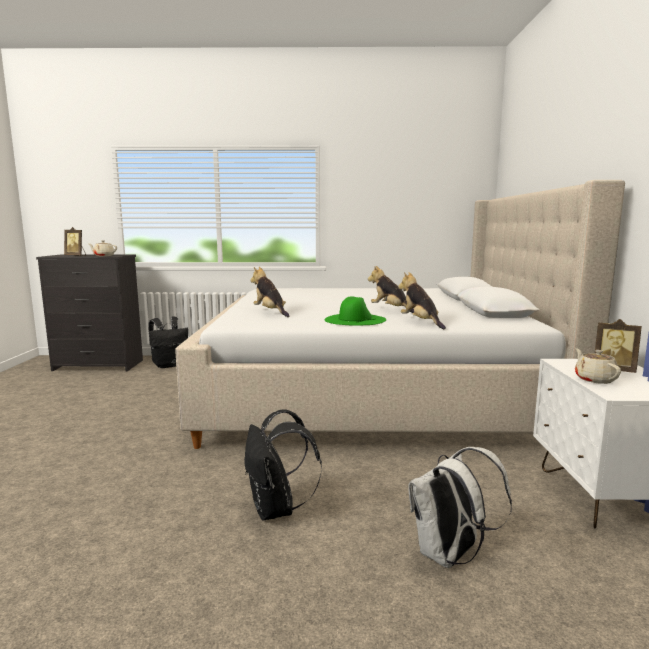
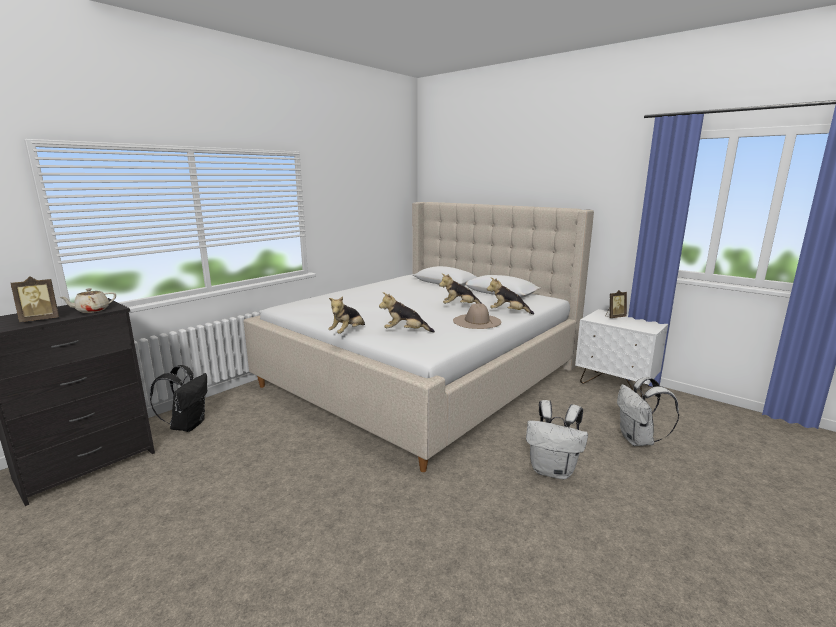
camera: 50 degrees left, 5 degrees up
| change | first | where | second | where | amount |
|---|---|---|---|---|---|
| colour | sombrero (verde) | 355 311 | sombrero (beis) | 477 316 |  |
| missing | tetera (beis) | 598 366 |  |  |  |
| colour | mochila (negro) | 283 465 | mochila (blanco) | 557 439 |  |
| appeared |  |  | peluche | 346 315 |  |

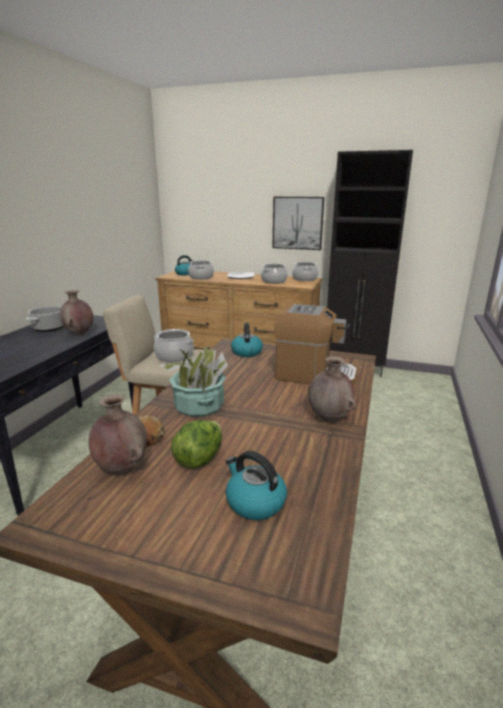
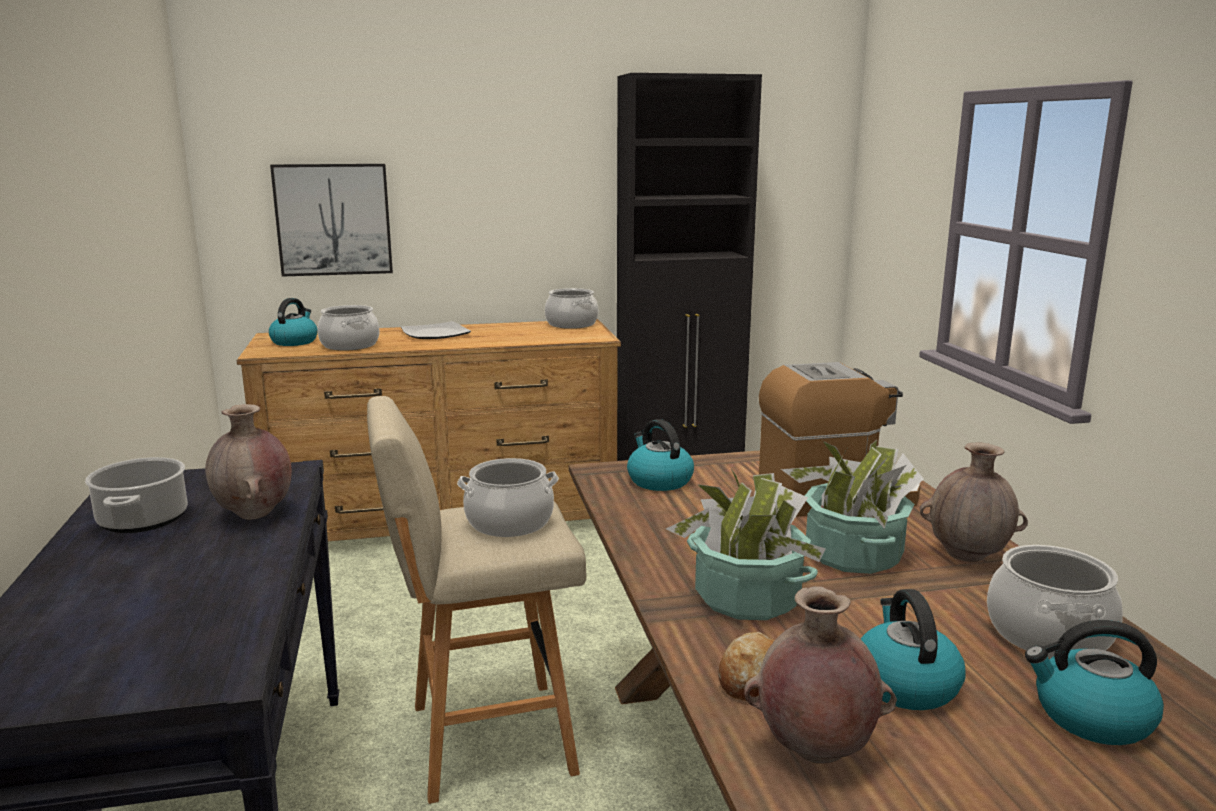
camera: 30 degrees left, 5 degrees down
| change | first | where | second | where | amount |
|---|---|---|---|---|---|
| relocated | cuadro | 298 223 |  | 331 220 |  |
| relocated | olla | 274 273 |  | 1055 601 |  |
| exchanged | lechuga | 196 444 | hervidor | 913 649 |  |
| appeared |  |  | planta en maceta | 852 507 |  |

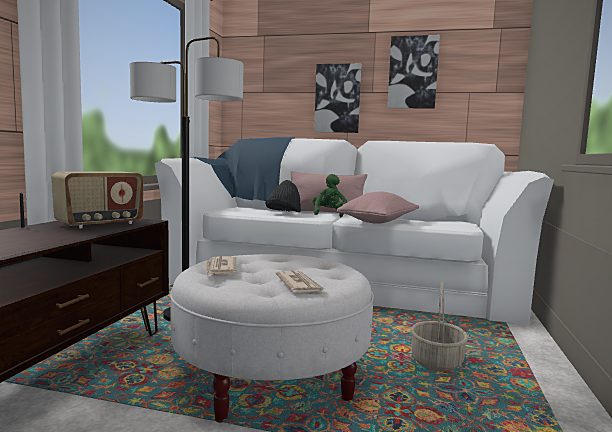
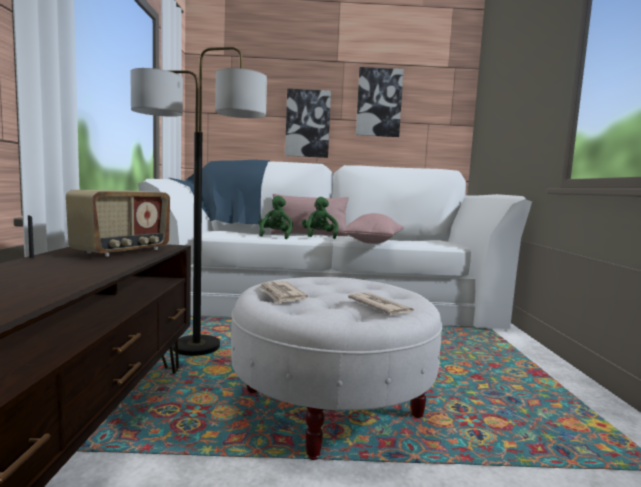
camera: 15 degrees left, 0 degrees up
| change | first | where | second | where | amount |
|---|---|---|---|---|---|
| exchanged | sombrero (negro) | 283 196 | peluche (verde) | 276 217 |  |
| missing | cesta | 439 326 |  |  |  |

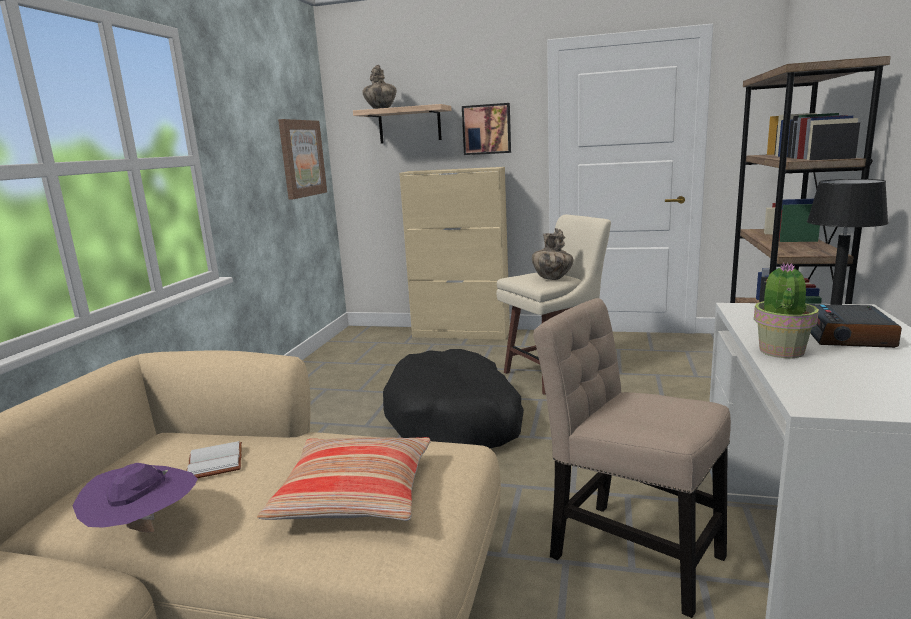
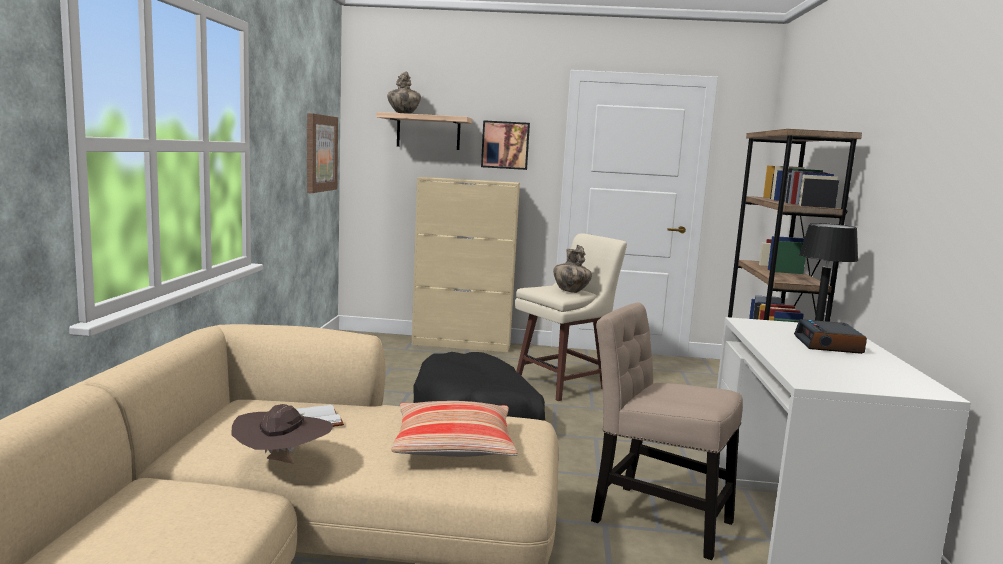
camera: 10 degrees left, 5 degrees down
| change | first | where | second | where | amount |
|---|---|---|---|---|---|
| missing | planta en maceta | 786 310 |  |  |  |
| colour | sombrero (morado) | 135 498 | sombrero (marrón) | 282 434 |  |

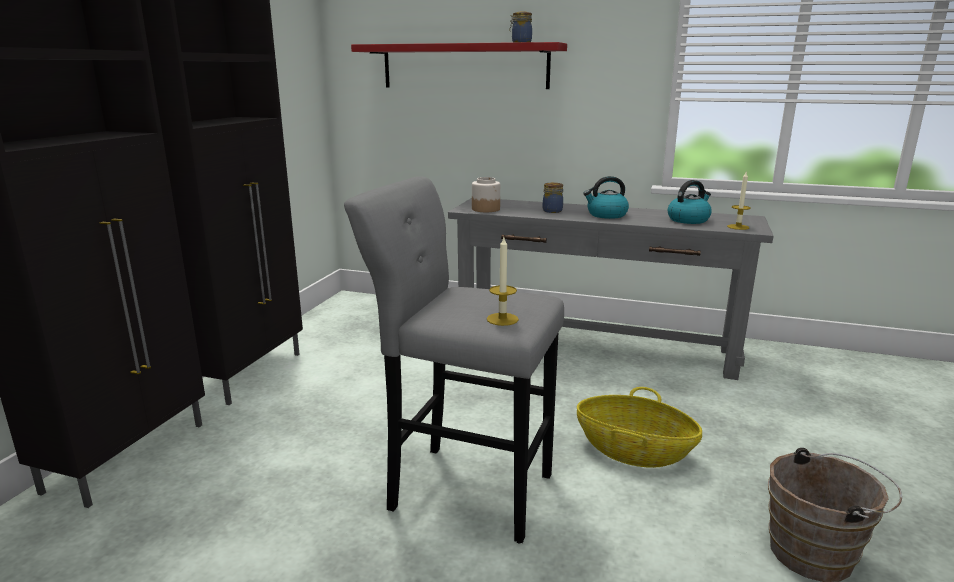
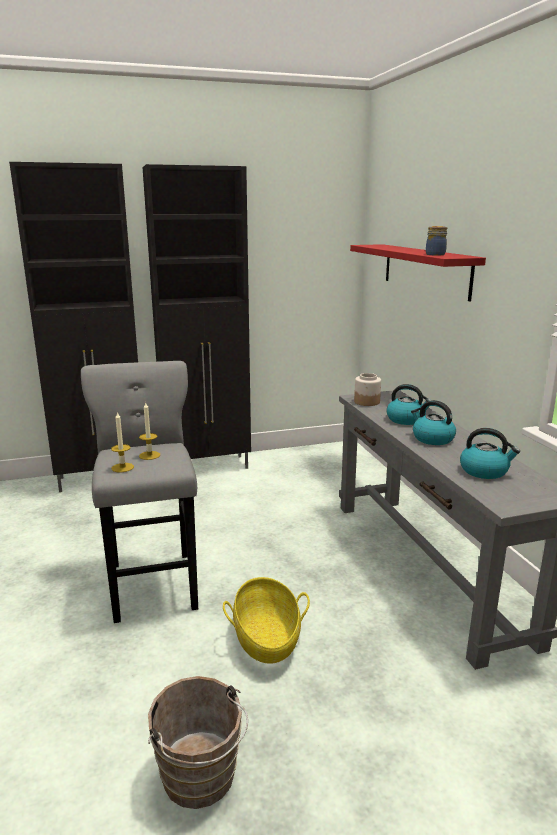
camera: 55 degrees right, 0 degrees up
| change | first | where | second | where | amount |
|---|---|---|---|---|---|
| relocated | vela | 739 201 |  | 149 431 |  |
| exchanged | tarro | 553 197 | hervidor | 409 404 |  |

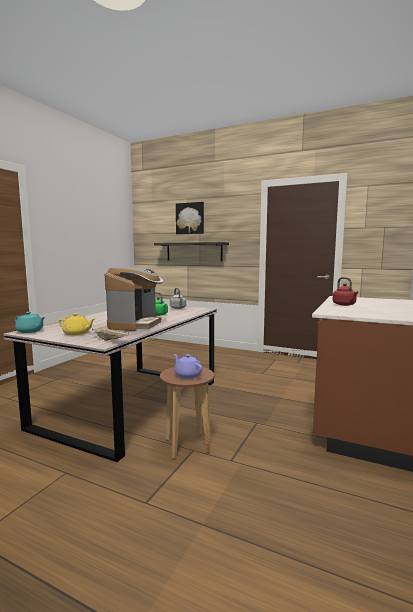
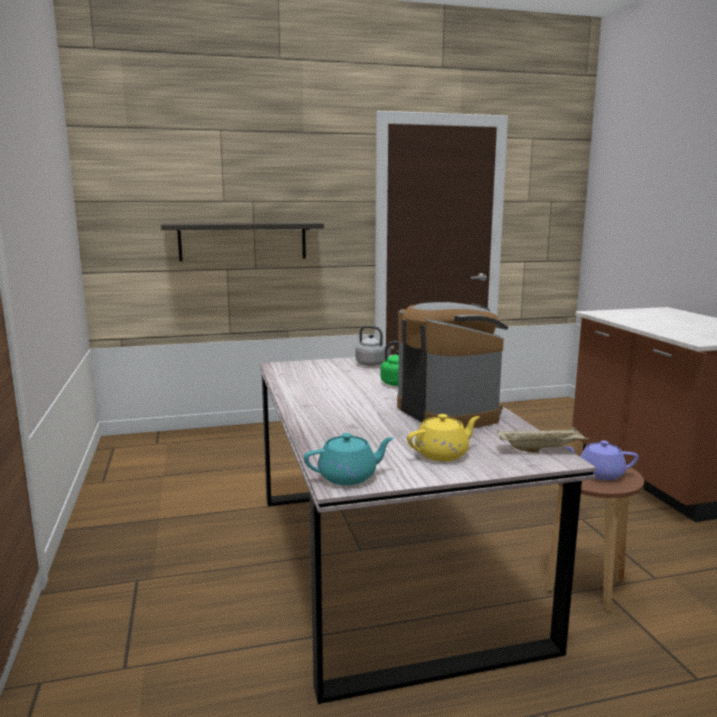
camera: 40 degrees left, 5 degrees up
| change | first | where | second | where | amount |
|---|---|---|---|---|---|
| missing | cuadro | 190 218 |  |  |  |
| missing | hervidor (rojo) | 345 291 |  |  |  |

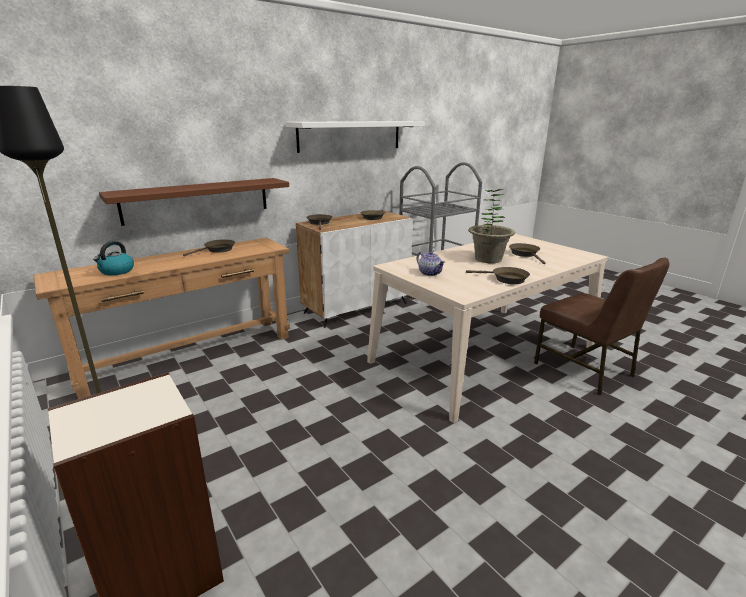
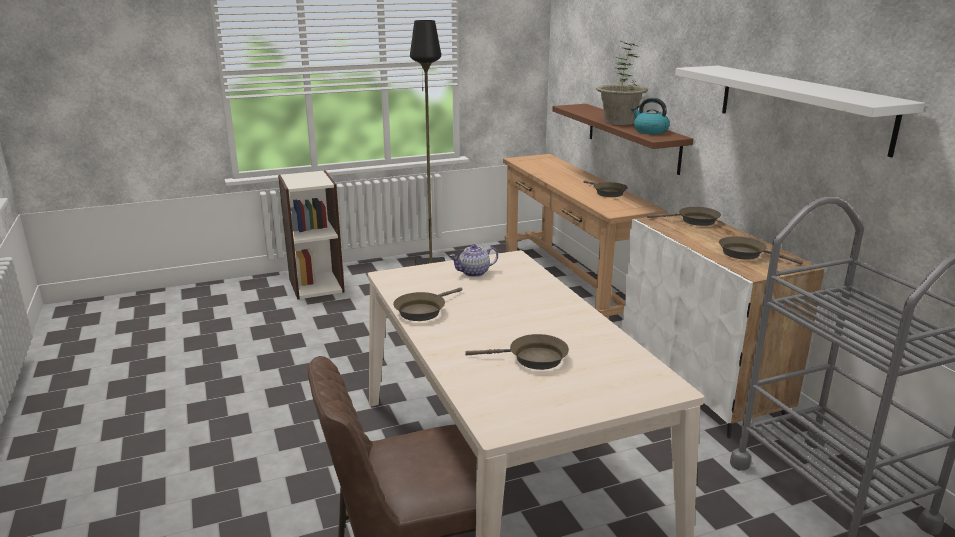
camera: 105 degrees right, 0 degrees up
| change | first | where | second | where | amount |
|---|---|---|---|---|---|
| relocated | planta en maceta | 491 226 |  | 622 83 |  |
| relocated | hervidor | 113 258 |  | 651 116 |  |

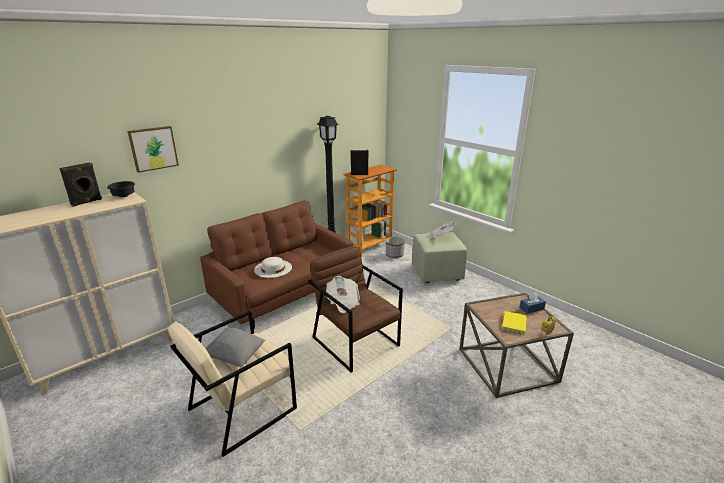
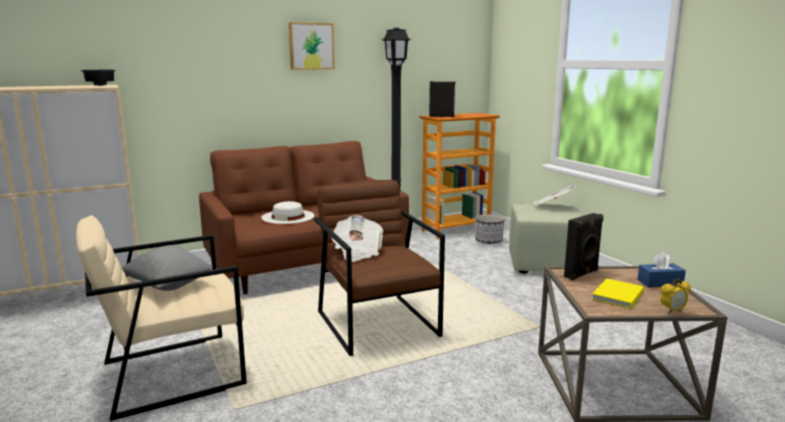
camera: 15 degrees right, 10 degrees down
| change | first | where | second | where | amount |
|---|---|---|---|---|---|
| relocated | cuadro | 153 149 |  | 312 46 |  |
| relocated | altavoz (negro) | 80 185 |  | 583 246 |  |

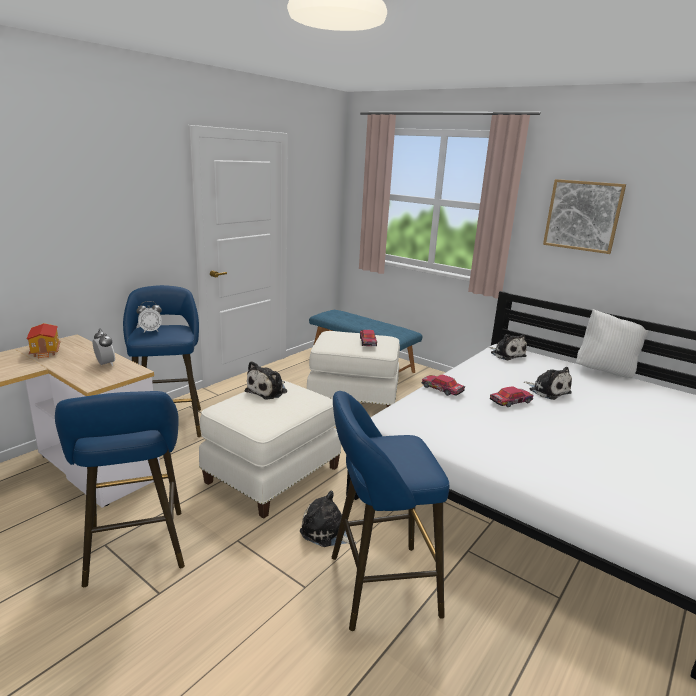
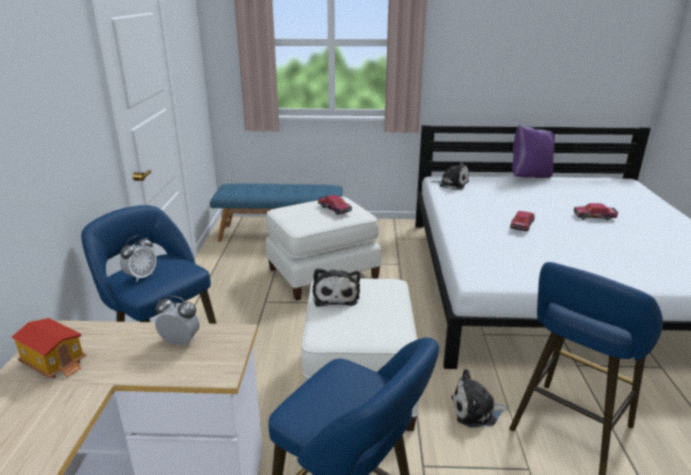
camera: 35 degrees left, 5 degrees up
| change | first | where | second | where | amount |
|---|---|---|---|---|---|
| missing | cuadro | 584 216 |  |  |  |
| colour | cojín (blanco) | 612 343 | cojín (morado) | 533 151 |  |
| missing | peluche | 548 383 |  |  |  |
| relocated | coche de juguete | 443 385 |  | 596 211 |  |

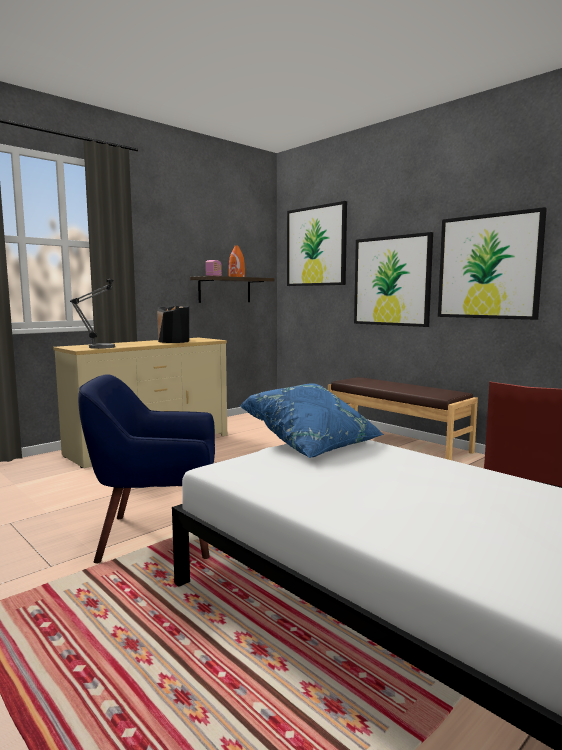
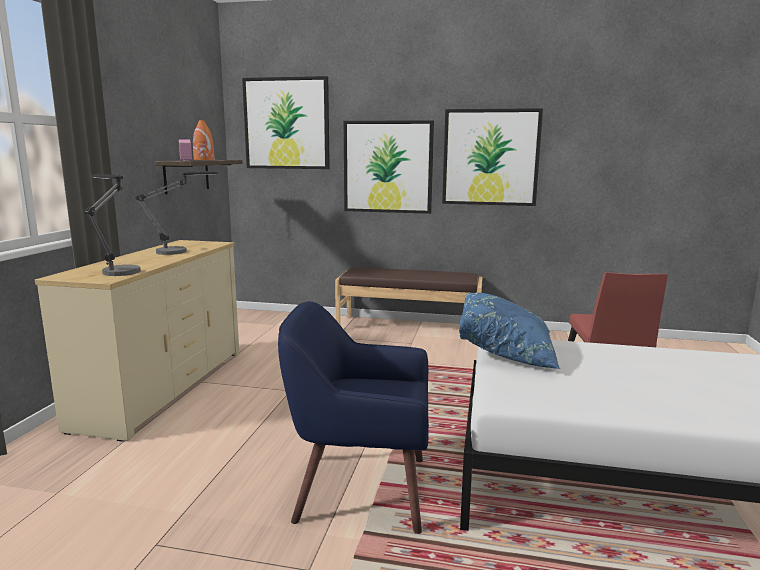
camera: 35 degrees left, 5 degrees up
| change | first | where | second | where | amount |
|---|---|---|---|---|---|
| exchanged | florero (negro) | 173 324 | lámpara de mesa | 176 213 |  |
| spun | sillón (azul) | 146 468 |  | 353 417 | 45 degrees clockwise |

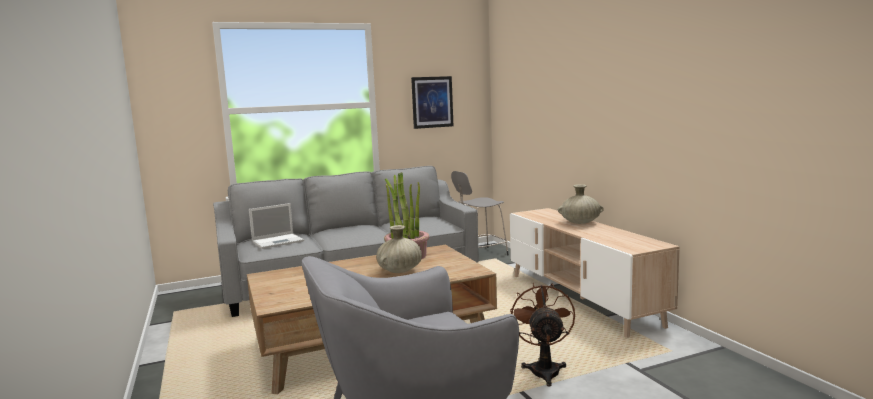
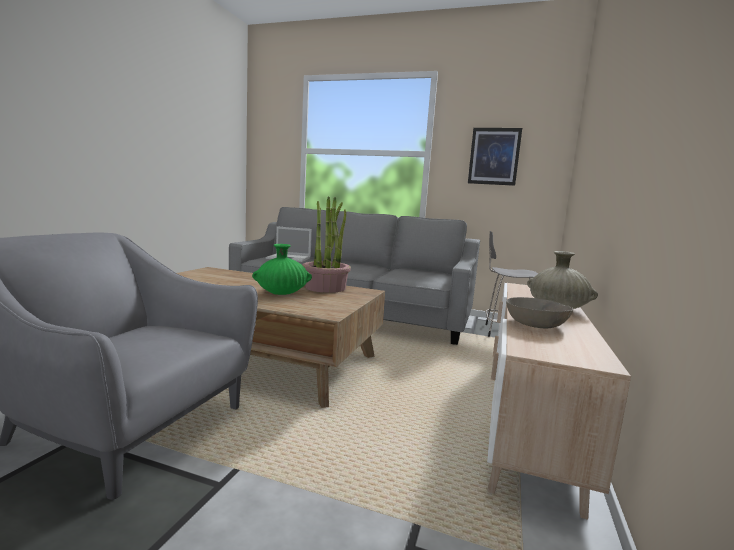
camera: 40 degrees right, 0 degrees up
| change | first | where | second | where | amount |
|---|---|---|---|---|---|
| colour | florero (beis) | 399 249 | florero (verde) | 282 269 |  |
| missing | ventilador (marrón) | 542 335 |  |  |  |
| appeared |  |  | cuenco (gris) | 539 312 |  |

